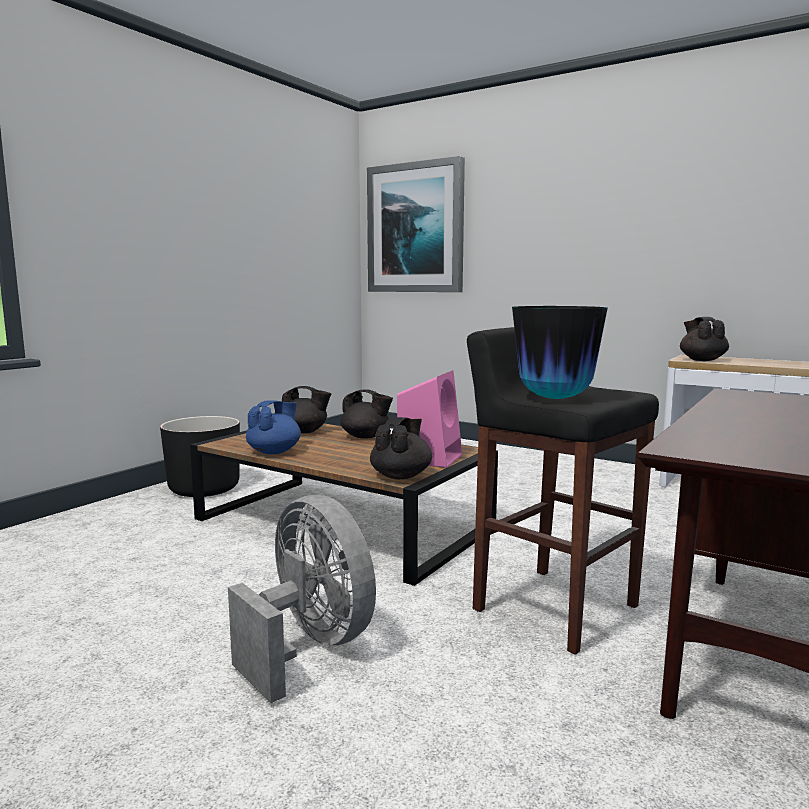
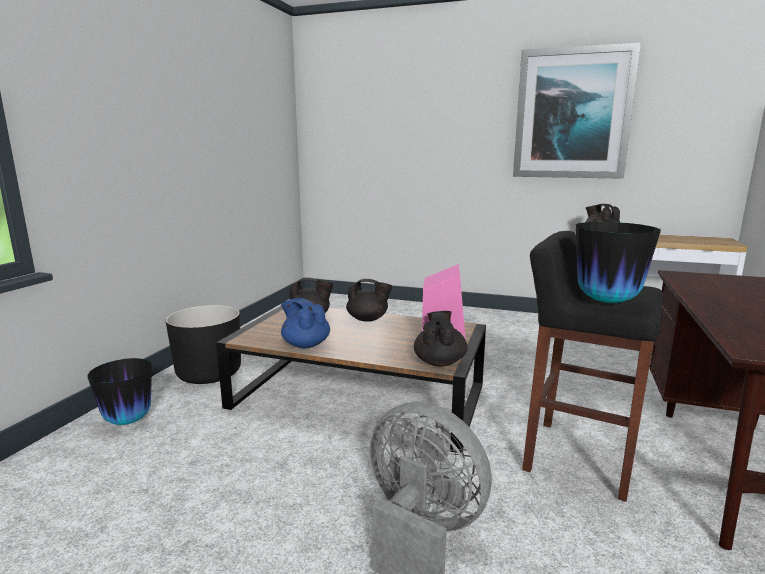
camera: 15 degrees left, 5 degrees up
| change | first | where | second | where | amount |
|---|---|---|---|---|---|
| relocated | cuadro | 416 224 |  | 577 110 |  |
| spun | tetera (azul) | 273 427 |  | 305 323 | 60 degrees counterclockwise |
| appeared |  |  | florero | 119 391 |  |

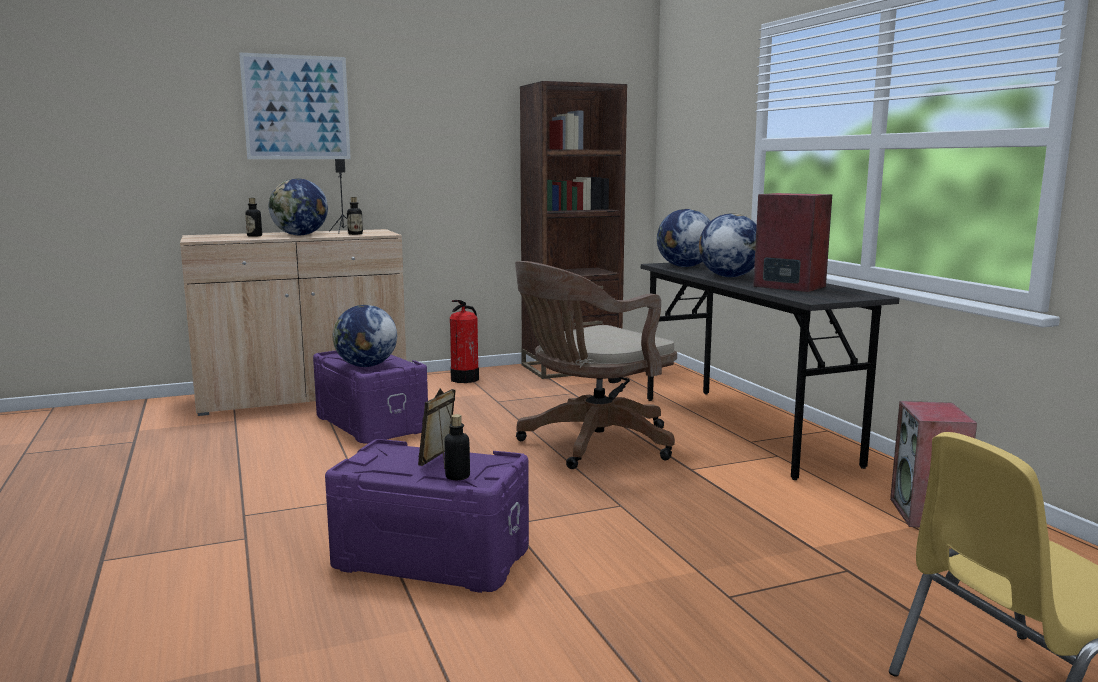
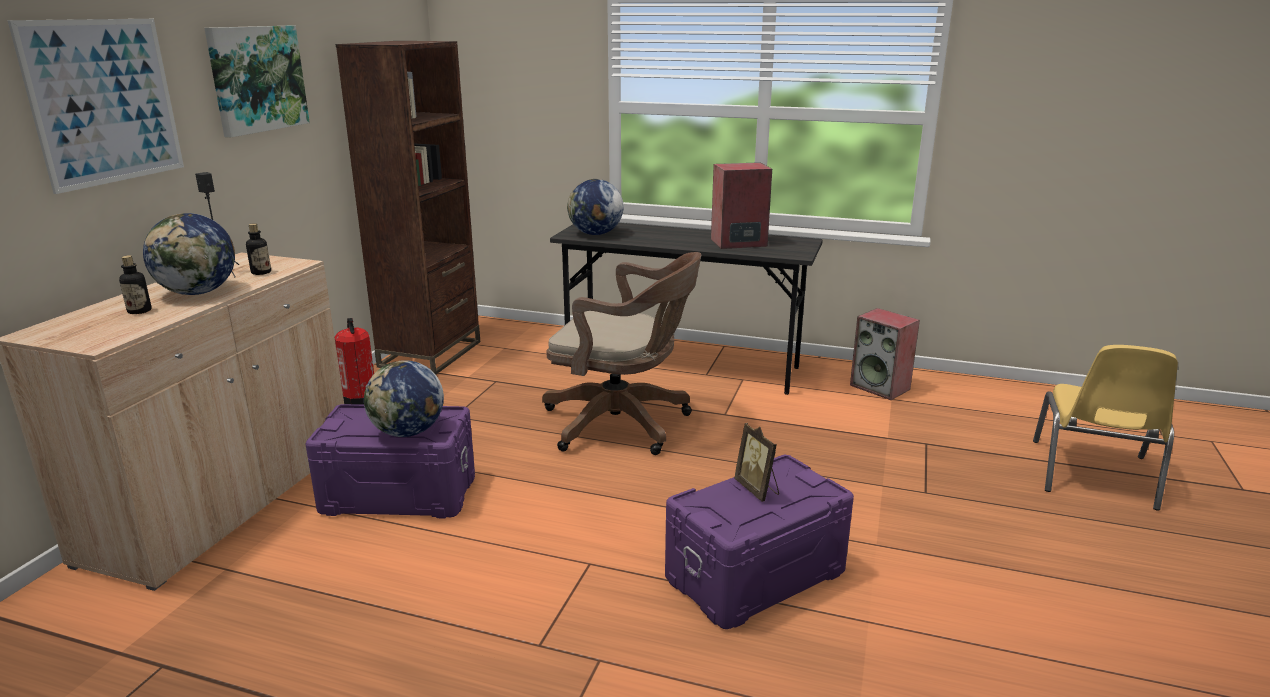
camera: 50 degrees left, 10 degrees up
| change | first | where | second | where | amount |
|---|---|---|---|---|---|
| missing | globo terráqueo | 728 245 |  |  |  |
| spun | silla de oficina (marrón) | 596 365 |  | 621 353 | 75 degrees counterclockwise |
| missing | botella | 457 447 |  |  |  |
| appeared |  |  | cuadro | 257 81 |  |

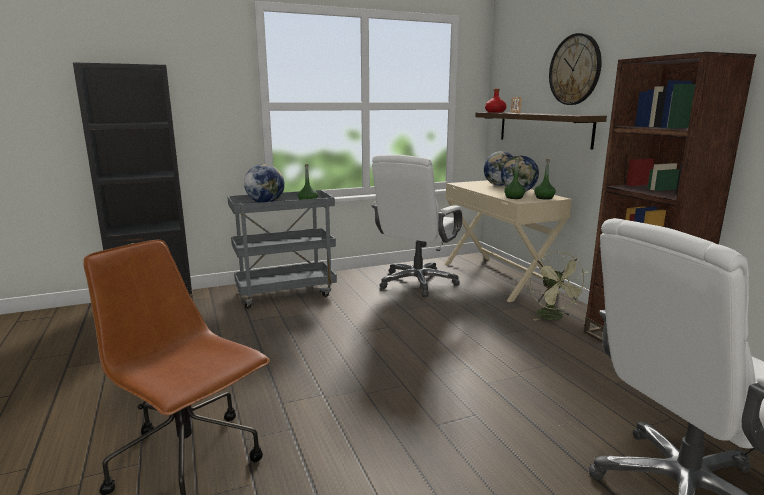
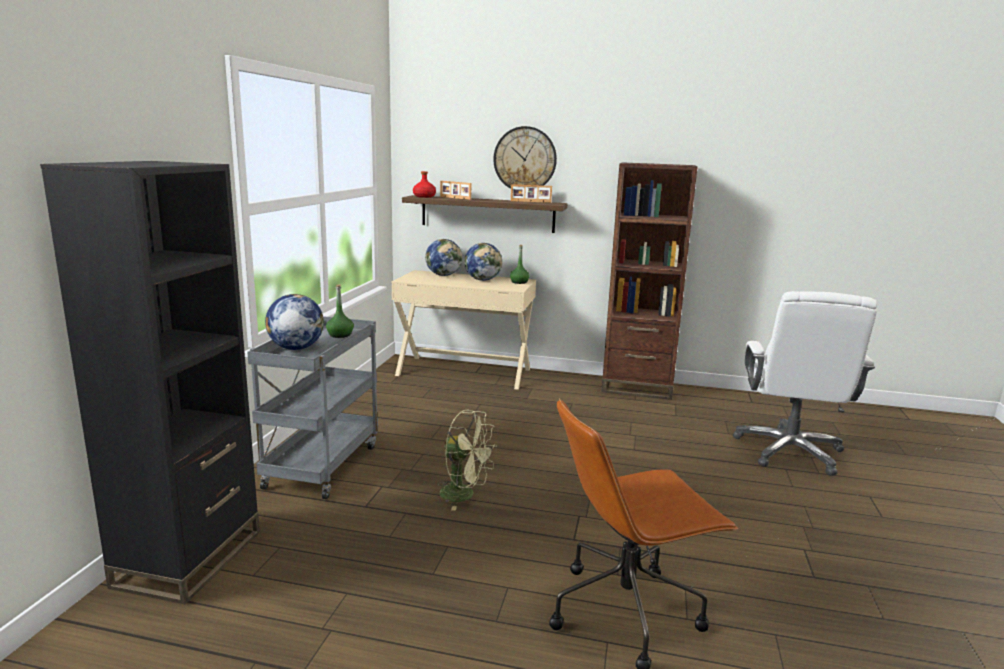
camera: 55 degrees left, 0 degrees up
| change | first | where | second | where | amount |
|---|---|---|---|---|---|
| missing | silla de oficina (blanco) | 417 226 |  |  |  |
| missing | botella (verde) | 514 179 |  |  |  |
| relocated | ventilador (verde) | 559 286 |  | 467 460 |  |
| appeared |  |  | portarretratos | 531 193 |  |

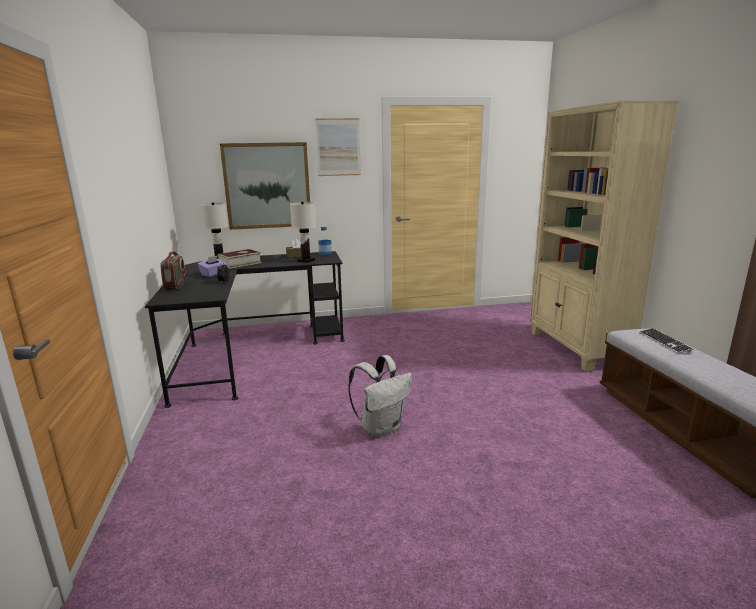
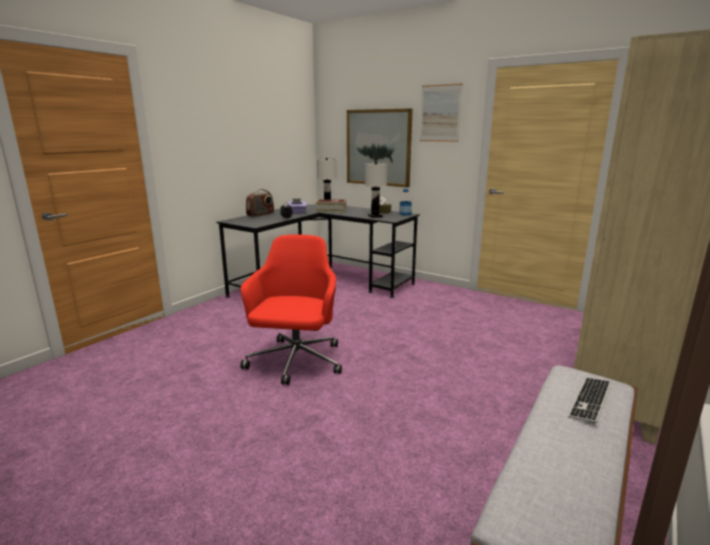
camera: 45 degrees right, 0 degrees up
| change | first | where | second | where | amount |
|---|---|---|---|---|---|
| exchanged | mochila (blanco) | 380 396 | silla de oficina (rojo) | 291 310 |  |

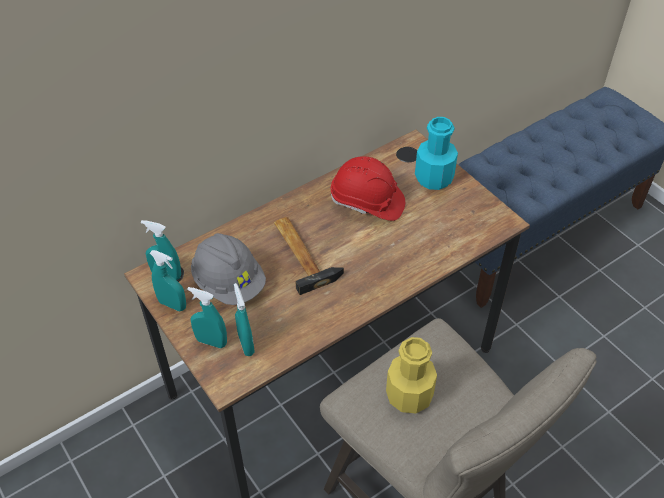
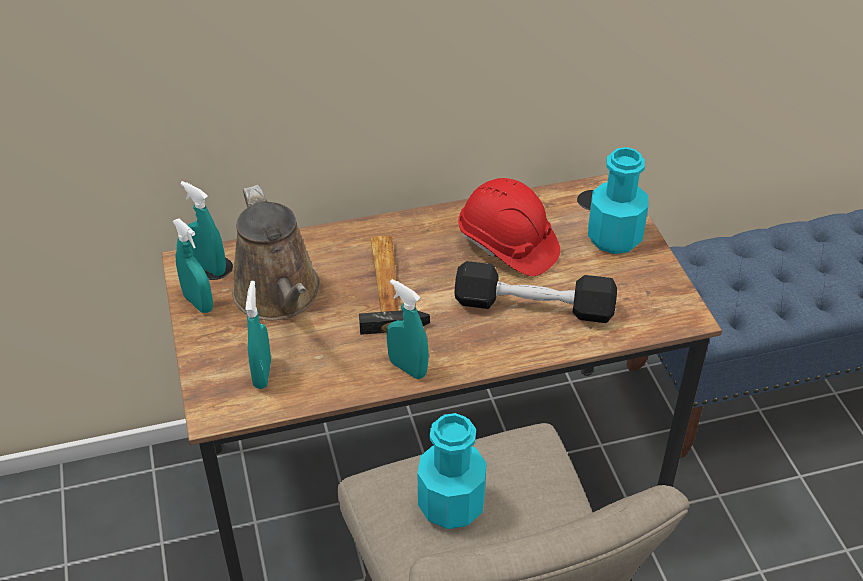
camera: 20 degrees right, 5 degrees down
| change | first | where | second | where | amount |
|---|---|---|---|---|---|
| exchanged | casco (gris) | 228 269 | regadera (marrón) | 276 252 |  |
| relocated | pulverizador (turquesa) | 207 317 |  | 408 329 |  |
| colour | botella (amarillo) | 411 375 | botella (turquesa) | 452 471 |  |
| appeared |  |  | mancuerna (negro) | 535 292 |  |

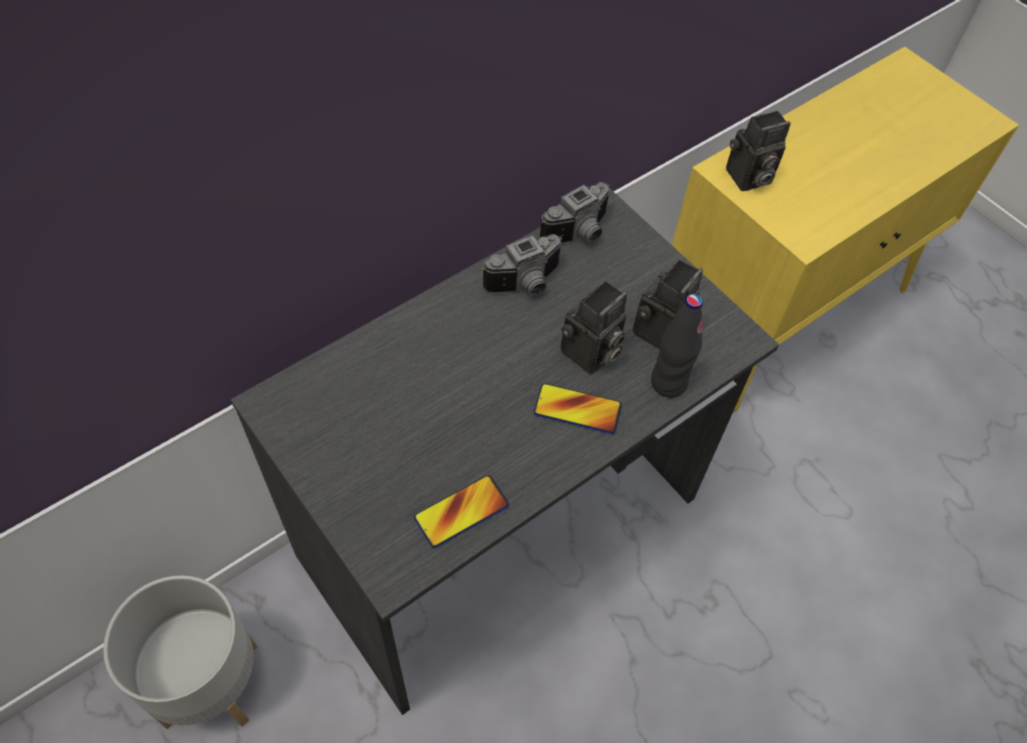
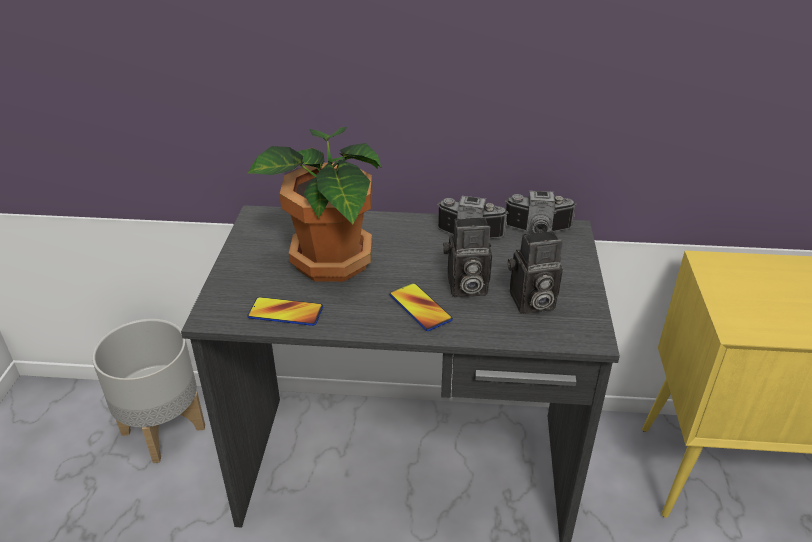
camera: 45 degrees right, 20 degrees down
| change | first | where | second | where | amount |
|---|---|---|---|---|---|
| missing | cámara | 758 150 |  |  |  |
| missing | botella (negro) | 677 346 |  |  |  |
| appeared |  |  | planta en maceta | 314 204 |  |

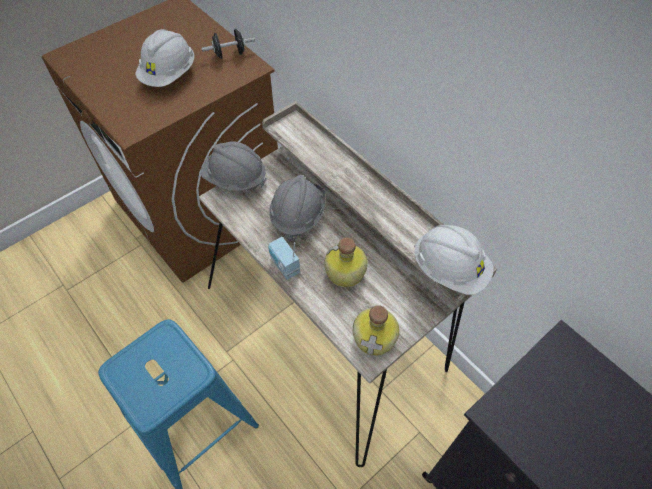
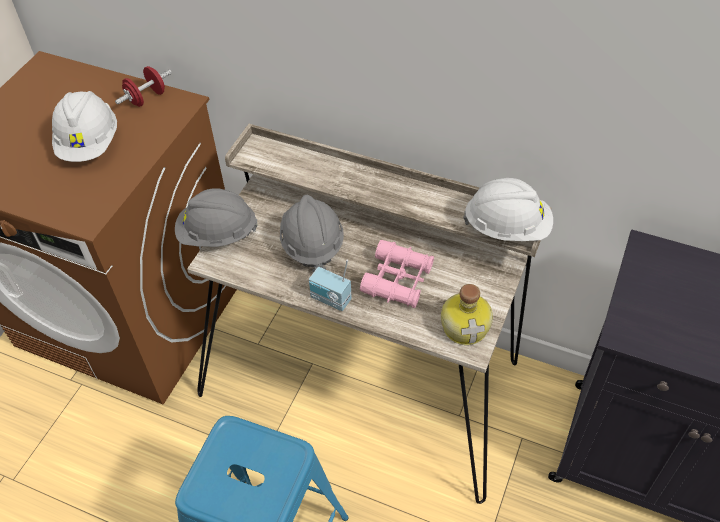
camera: 25 degrees left, 5 degrees down
| change | first | where | second | where | amount |
|---|---|---|---|---|---|
| colour | mancuerna (negro) | 228 44 | mancuerna (rojo) | 143 86 |  |
| exchanged | botella | 346 262 | prismáticos (rosa) | 397 274 |  |

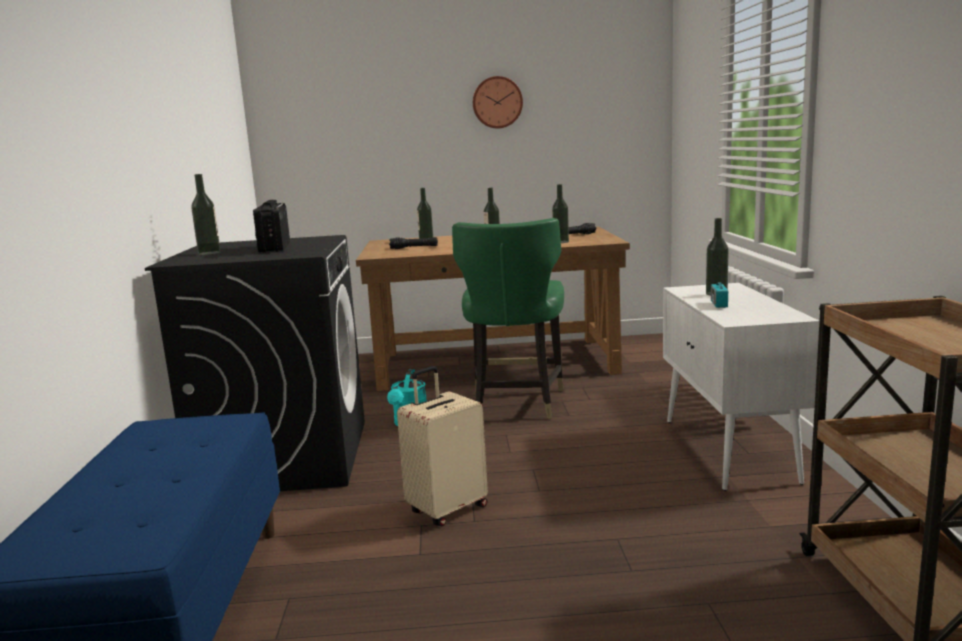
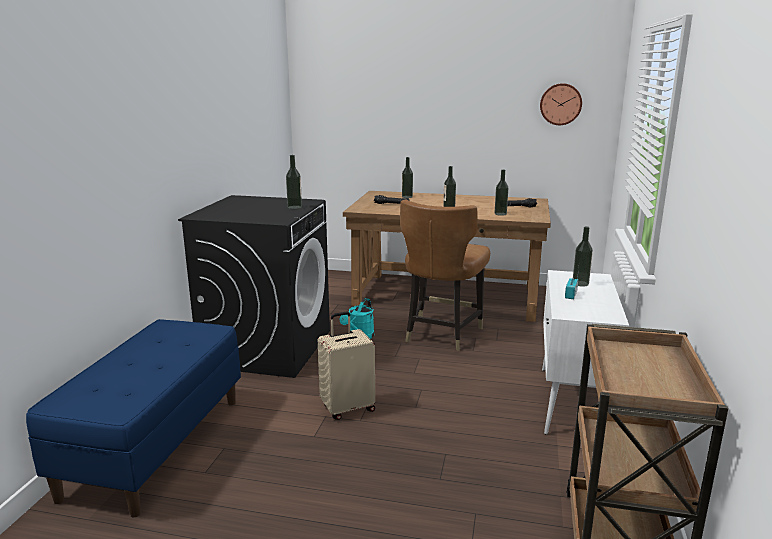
camera: 15 degrees right, 5 degrees up
| change | first | where | second | where | amount |
|---|---|---|---|---|---|
| relocated | reloj de pared | 498 102 |  | 561 104 |  |
| relocated | botella | 206 214 |  | 294 182 |  |
| missing | radio | 271 226 |  |  |  |
| colour | silla (verde) | 508 318 | silla (marrón) | 445 275 |  |

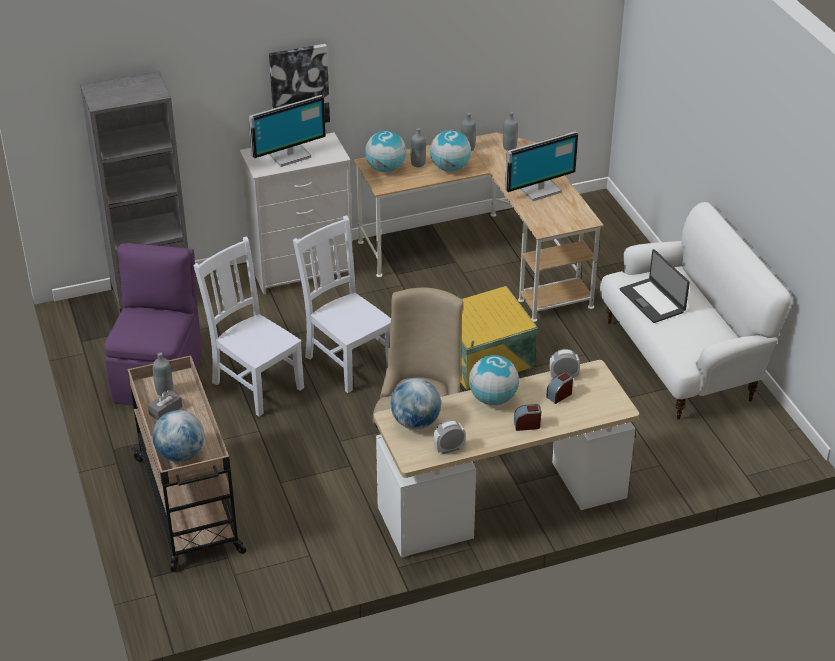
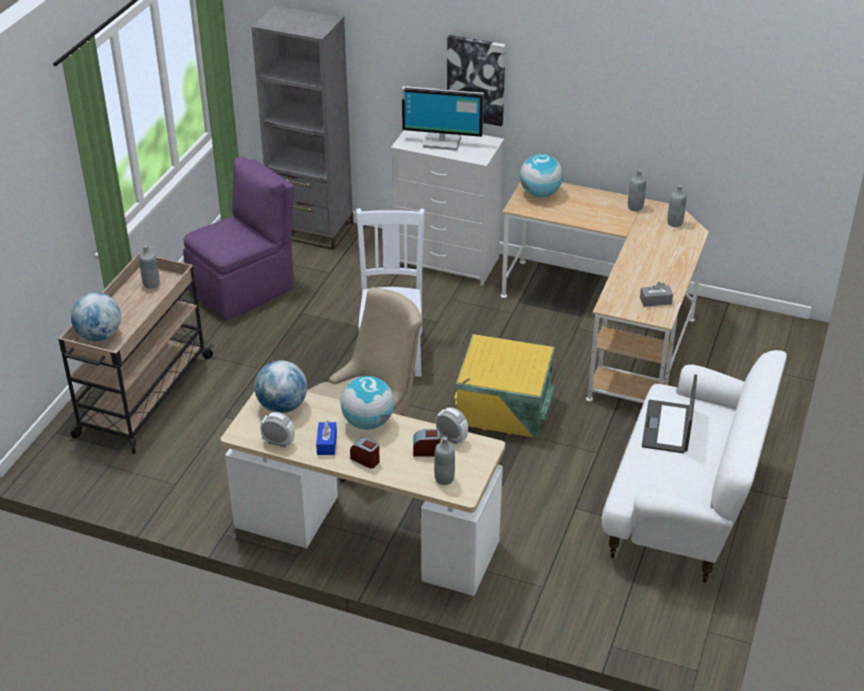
camera: 40 degrees right, 0 degrees up
| change | first | where | second | where | amount |
|---|---|---|---|---|---|
| relocated | botella (gris) | 418 147 |  | 444 460 |  |
| missing | globo terráqueo | 450 151 |  |  |  |
| missing | monitor | 541 166 |  |  |  |
| missing | silla (blanco) | 248 326 |  |  |  |
| relocated | caja de pañuelos (gris) | 165 405 |  | 656 294 |  |
| appeared |  |  | caja de pañuelos (azul) | 326 437 |  |

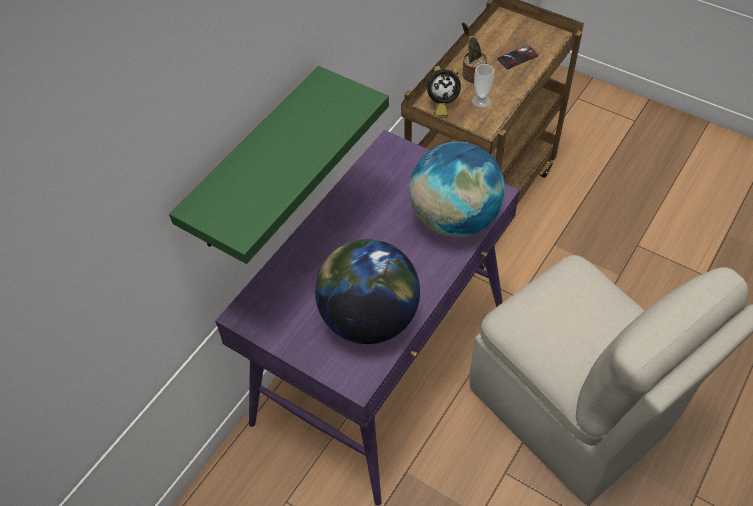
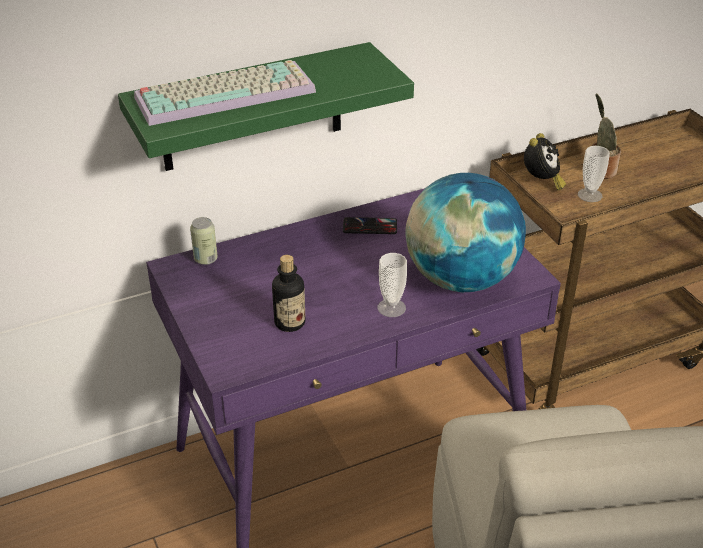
camera: 30 degrees right, 15 degrees down
| change | first | where | second | where | amount |
|---|---|---|---|---|---|
| relocated | móvil | 517 57 |  | 370 225 |  |
| spun | despertador | 444 91 |  | 545 161 | 90 degrees counterclockwise |
| exchanged | globo terráqueo | 367 291 | botella | 288 293 |  |
| appeared |  |  | teclado | 225 93 |  |
| appeared |  |  | lata | 204 241 |  |
| appeared |  |  | taza | 392 285 |  |

